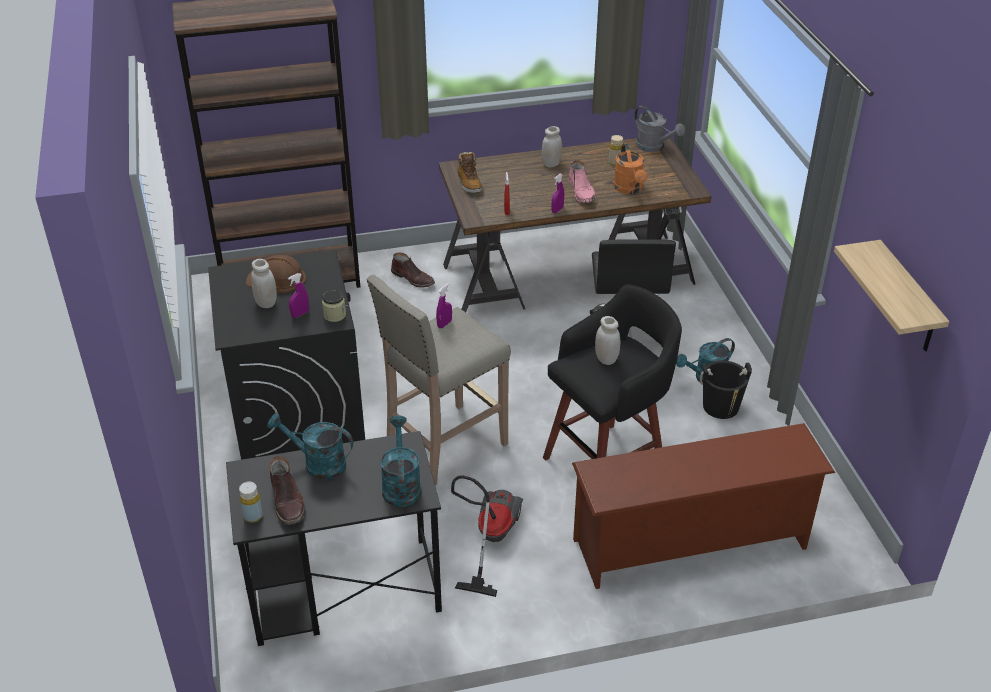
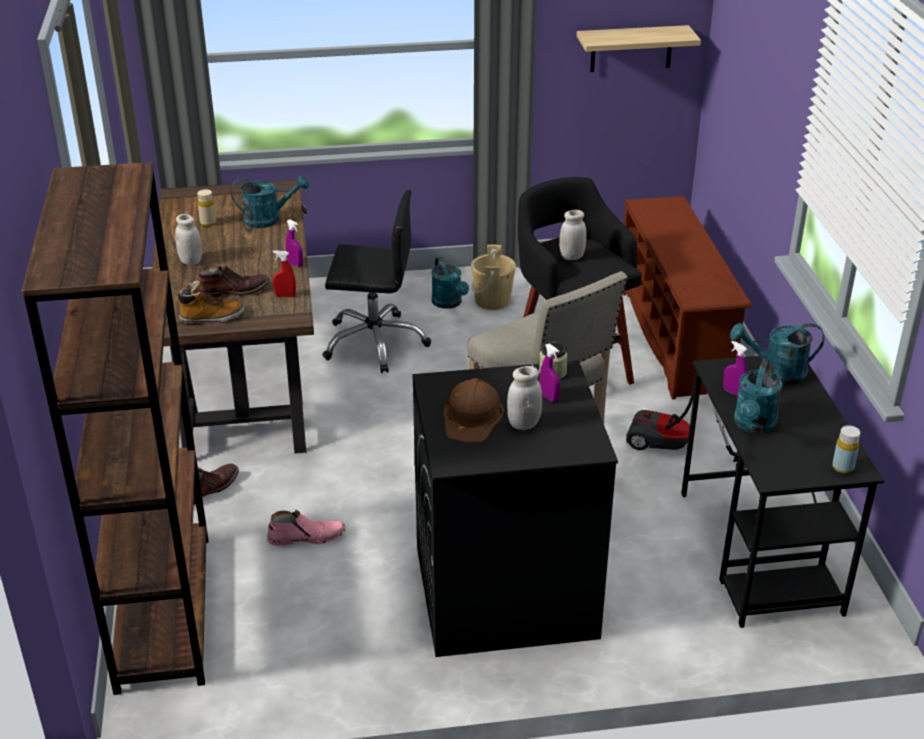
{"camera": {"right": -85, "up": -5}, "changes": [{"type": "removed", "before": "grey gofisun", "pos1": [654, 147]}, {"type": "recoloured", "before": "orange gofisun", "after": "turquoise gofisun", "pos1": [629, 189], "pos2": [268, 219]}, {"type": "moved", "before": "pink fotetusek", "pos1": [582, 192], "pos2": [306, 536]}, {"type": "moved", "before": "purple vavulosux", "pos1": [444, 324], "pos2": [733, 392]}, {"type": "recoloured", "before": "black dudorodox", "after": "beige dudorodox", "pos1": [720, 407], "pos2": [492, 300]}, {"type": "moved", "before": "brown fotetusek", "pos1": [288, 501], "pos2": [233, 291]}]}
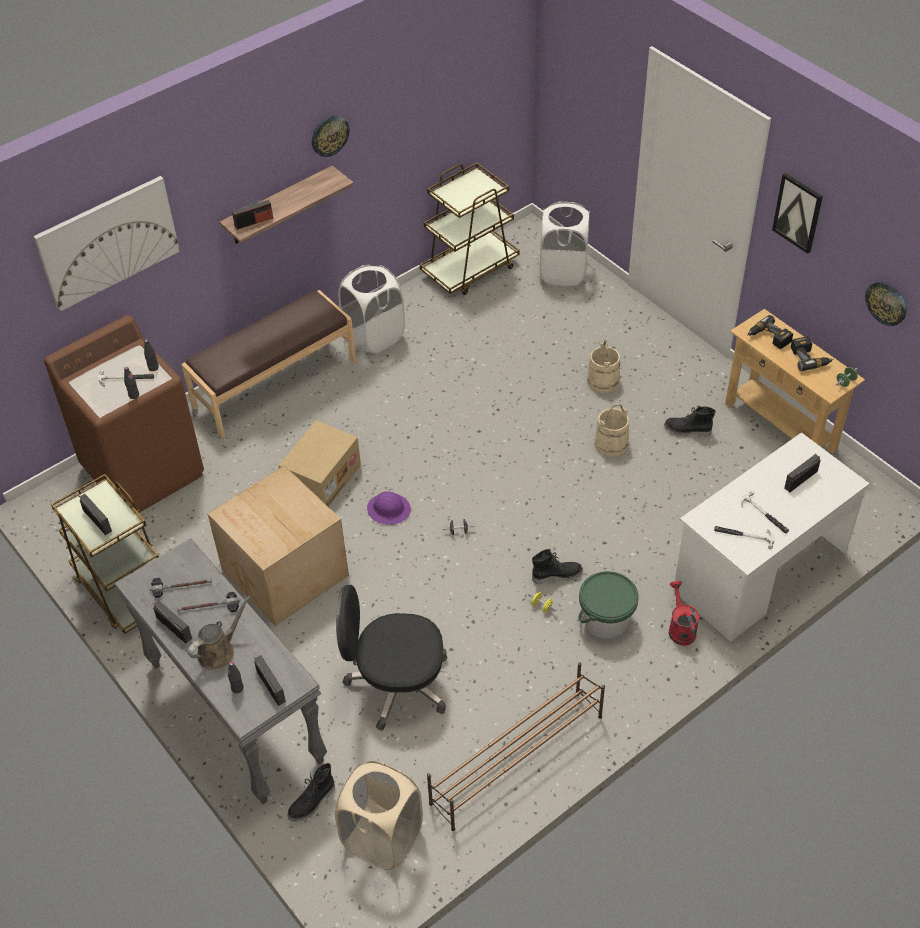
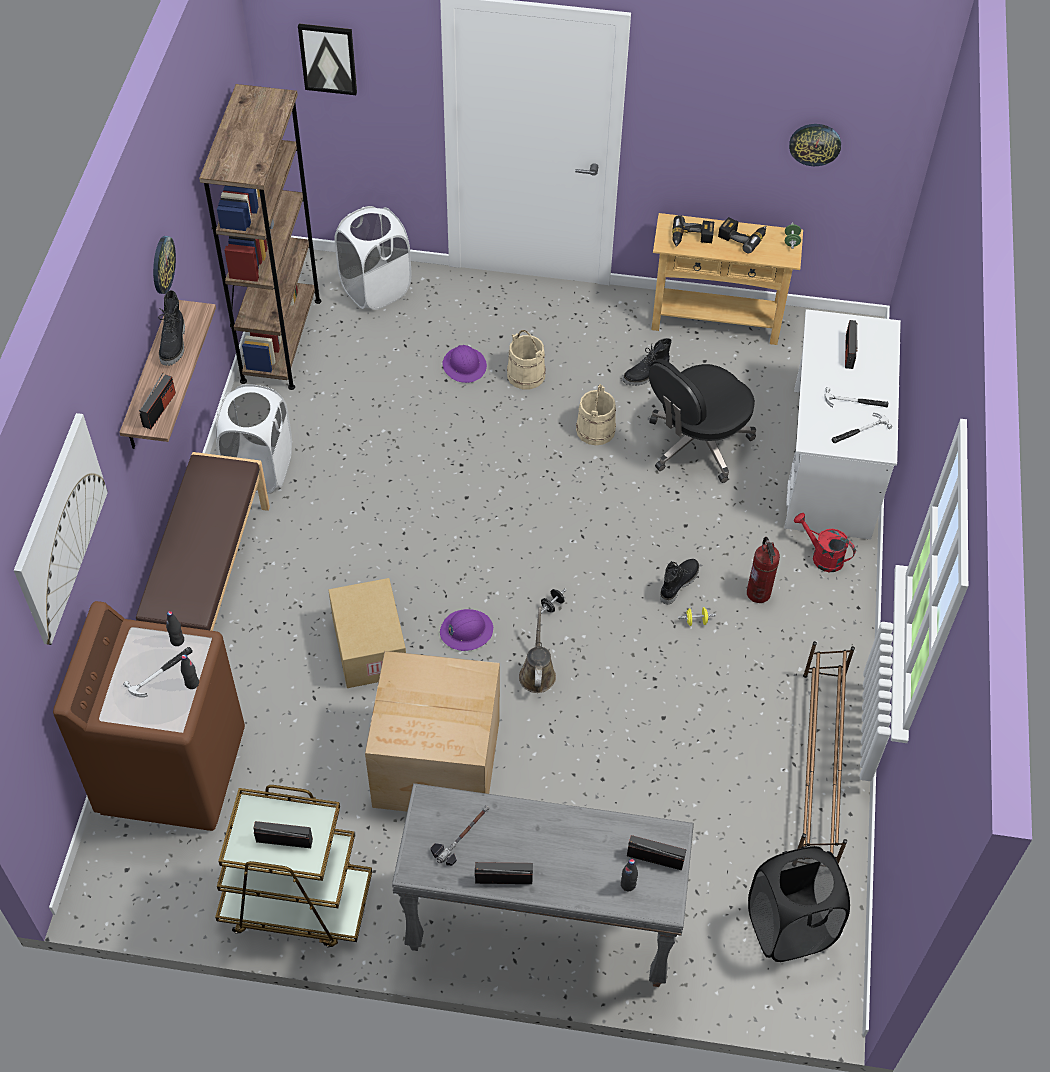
{"camera": {"right": -45, "up": 5}, "changes": [{"type": "replaced", "before": "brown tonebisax", "after": "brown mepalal", "pos1": [470, 269], "pos2": [281, 340]}, {"type": "moved", "before": "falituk", "pos1": [798, 212], "pos2": [328, 58]}, {"type": "replaced", "before": "green dudorodox", "after": "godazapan", "pos1": [606, 620], "pos2": [759, 593]}, {"type": "moved", "before": "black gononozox", "pos1": [396, 684], "pos2": [696, 444]}, {"type": "removed", "before": "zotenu", "pos1": [209, 607]}, {"type": "moved", "before": "brown gofisun", "pos1": [219, 651], "pos2": [537, 673]}, {"type": "recoloured", "before": "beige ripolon", "after": "black ripolon", "pos1": [382, 839], "pos2": [789, 927]}, {"type": "moved", "before": "black fotetusek", "pos1": [312, 803], "pos2": [174, 344]}, {"type": "added", "after": "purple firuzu", "pos2": [464, 365]}]}
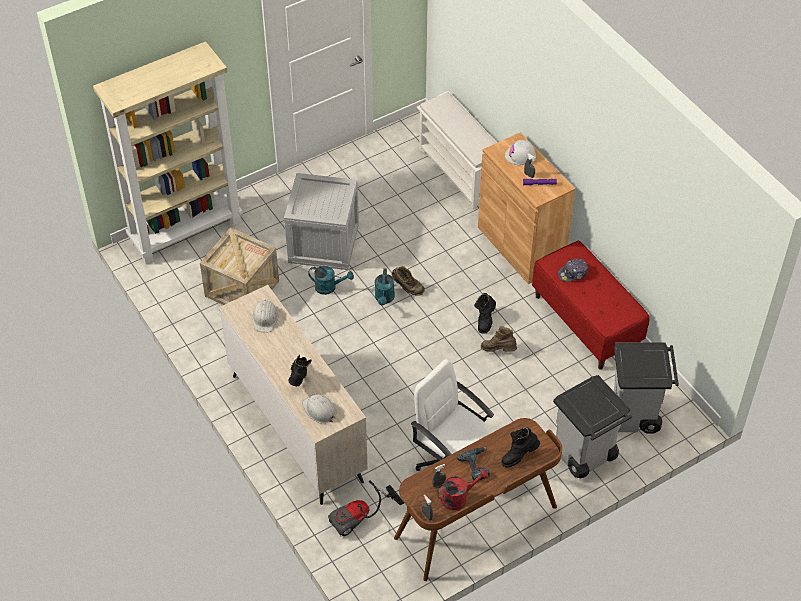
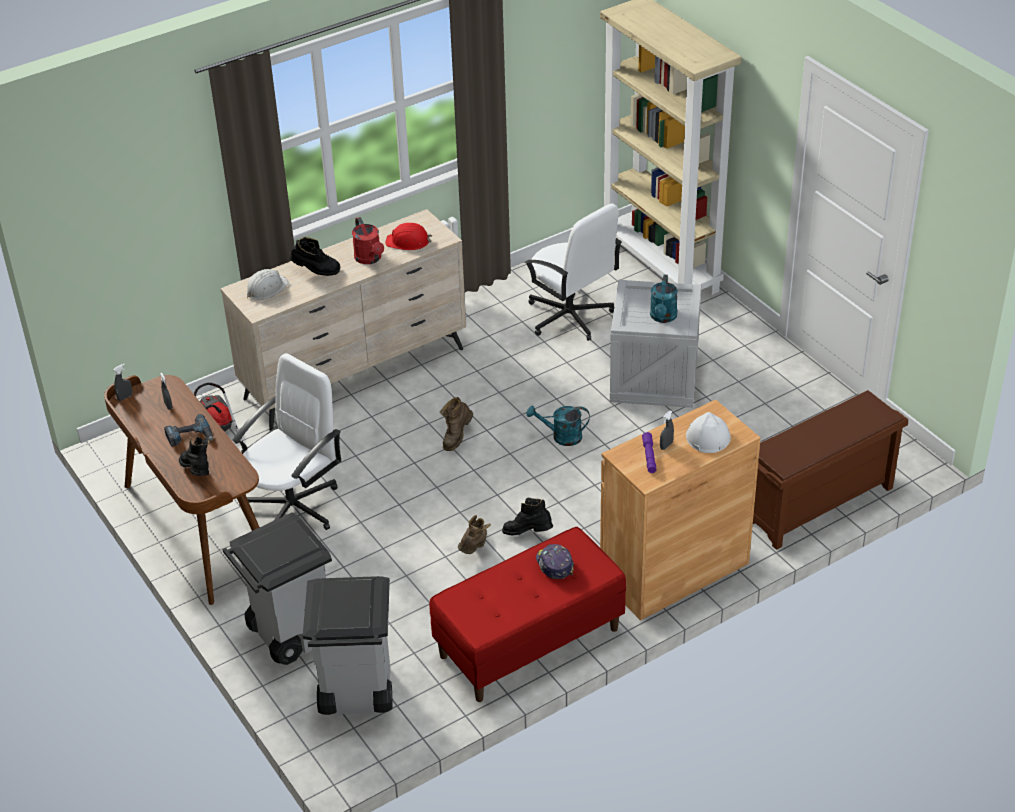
{"camera": {"right": 90, "up": -10}, "changes": [{"type": "recoloured", "before": "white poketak", "after": "brown poketak", "pos1": [460, 172], "pos2": [817, 505]}, {"type": "replaced", "before": "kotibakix", "after": "white gononozox", "pos1": [242, 288], "pos2": [570, 317]}, {"type": "moved", "before": "turquoise gofisun", "pos1": [329, 287], "pos2": [663, 318]}, {"type": "moved", "before": "brown fotetusek", "pos1": [407, 288], "pos2": [456, 437]}, {"type": "recoloured", "before": "white firuzu", "after": "red firuzu", "pos1": [265, 318], "pos2": [408, 242]}, {"type": "moved", "before": "red gofisun", "pos1": [458, 497], "pos2": [370, 259]}]}
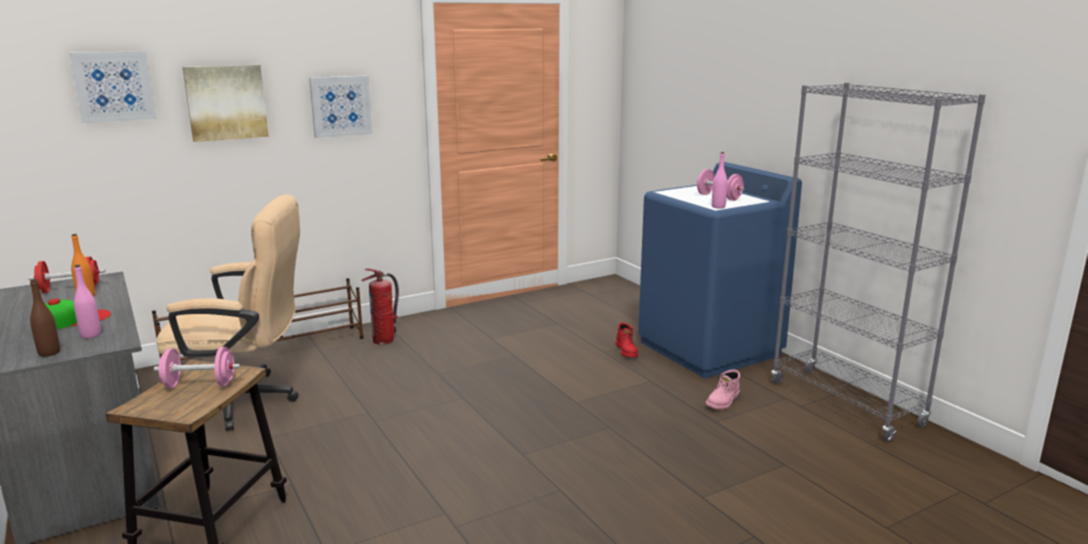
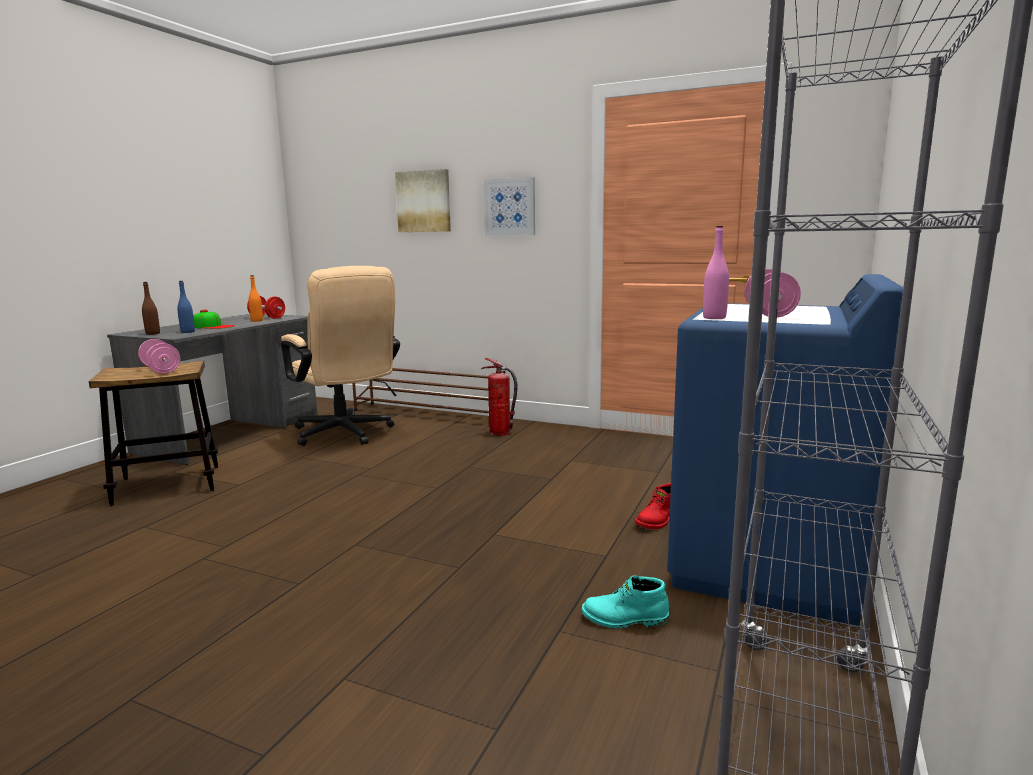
{"camera": {"right": 55, "up": -5}, "changes": [{"type": "removed", "before": "falituk", "pos1": [114, 86]}, {"type": "recoloured", "before": "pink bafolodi", "after": "blue bafolodi", "pos1": [91, 335], "pos2": [188, 332]}, {"type": "recoloured", "before": "pink fotetusek", "after": "turquoise fotetusek", "pos1": [723, 401], "pos2": [624, 620]}]}
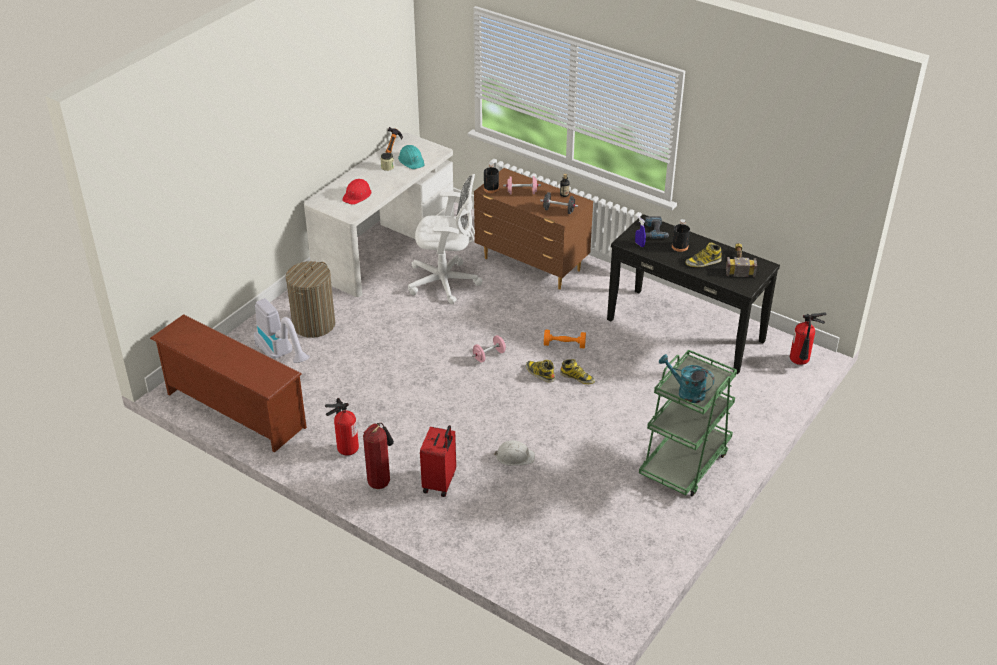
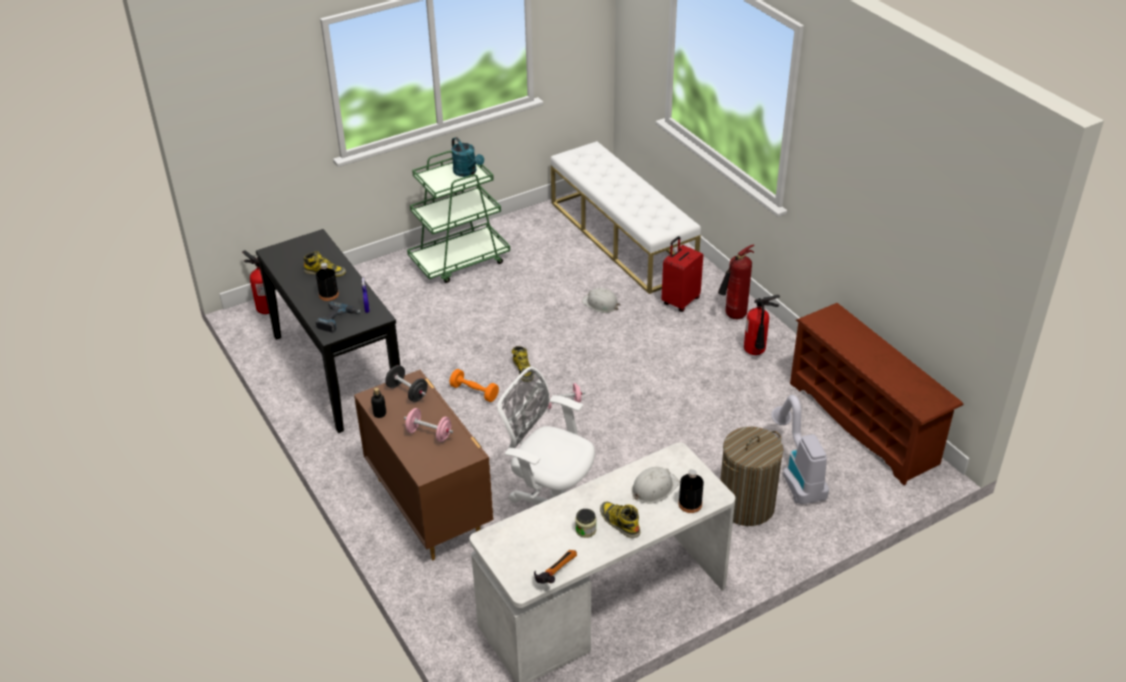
{"camera": {"right": -155, "up": 0}, "changes": [{"type": "removed", "before": "turquoise firuzu", "pos1": [411, 160]}, {"type": "moved", "before": "black bafolodi", "pos1": [491, 188], "pos2": [690, 504]}, {"type": "recoloured", "before": "red firuzu", "after": "white firuzu", "pos1": [357, 195], "pos2": [654, 488]}, {"type": "removed", "before": "zotenu", "pos1": [739, 262]}, {"type": "moved", "before": "fotetusek", "pos1": [577, 377], "pos2": [619, 522]}, {"type": "added", "after": "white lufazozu", "pos2": [622, 238]}]}
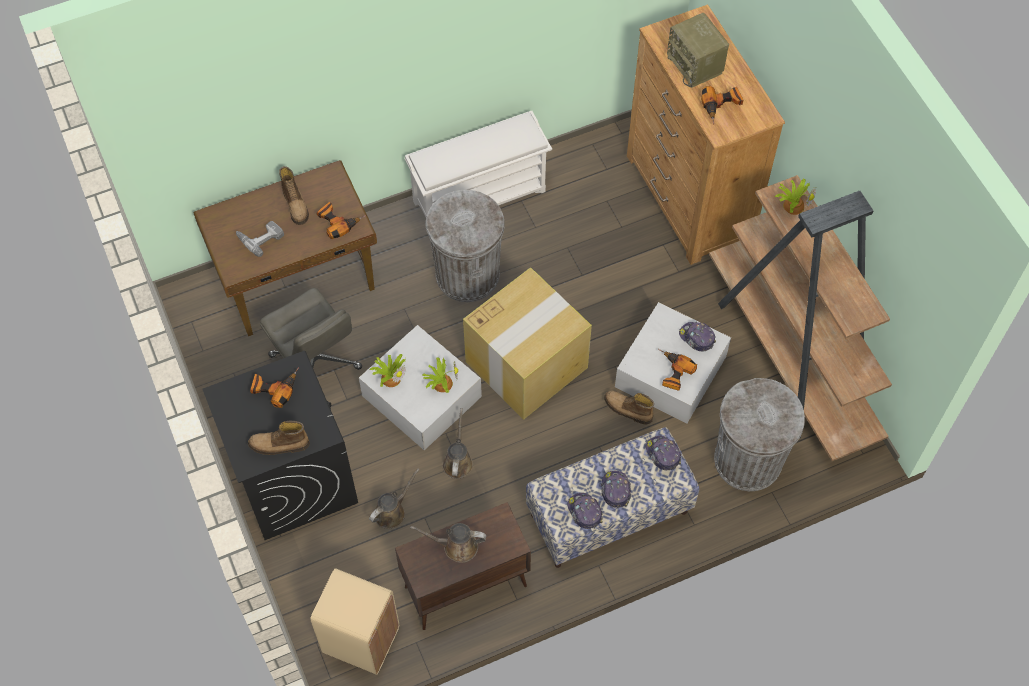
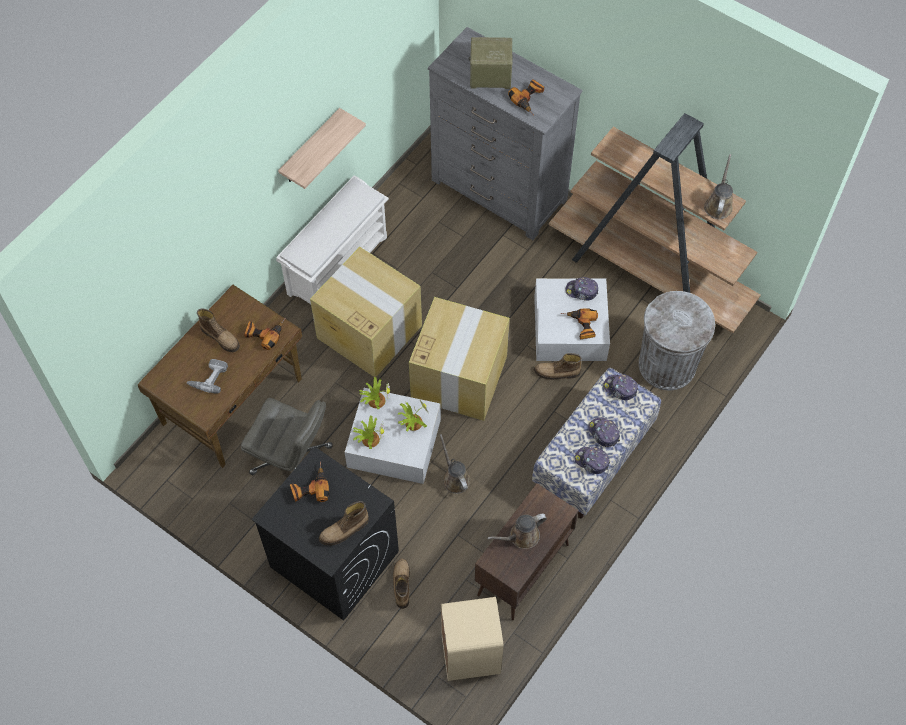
{"camera": {"right": -30, "up": 0}, "changes": [{"type": "recoloured", "before": "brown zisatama", "after": "grey zisatama", "pos1": [688, 198], "pos2": [499, 190]}, {"type": "turned", "before": "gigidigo", "pos1": [696, 65], "pos2": [489, 77], "turn": 150}, {"type": "moved", "before": "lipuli", "pos1": [793, 204], "pos2": [375, 400]}, {"type": "replaced", "before": "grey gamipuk", "after": "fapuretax", "pos1": [468, 274], "pos2": [368, 331]}, {"type": "moved", "before": "brown gofisun", "pos1": [392, 511], "pos2": [718, 205]}, {"type": "added", "after": "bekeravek", "pos2": [310, 148]}, {"type": "added", "after": "fotetusek", "pos2": [401, 584]}]}
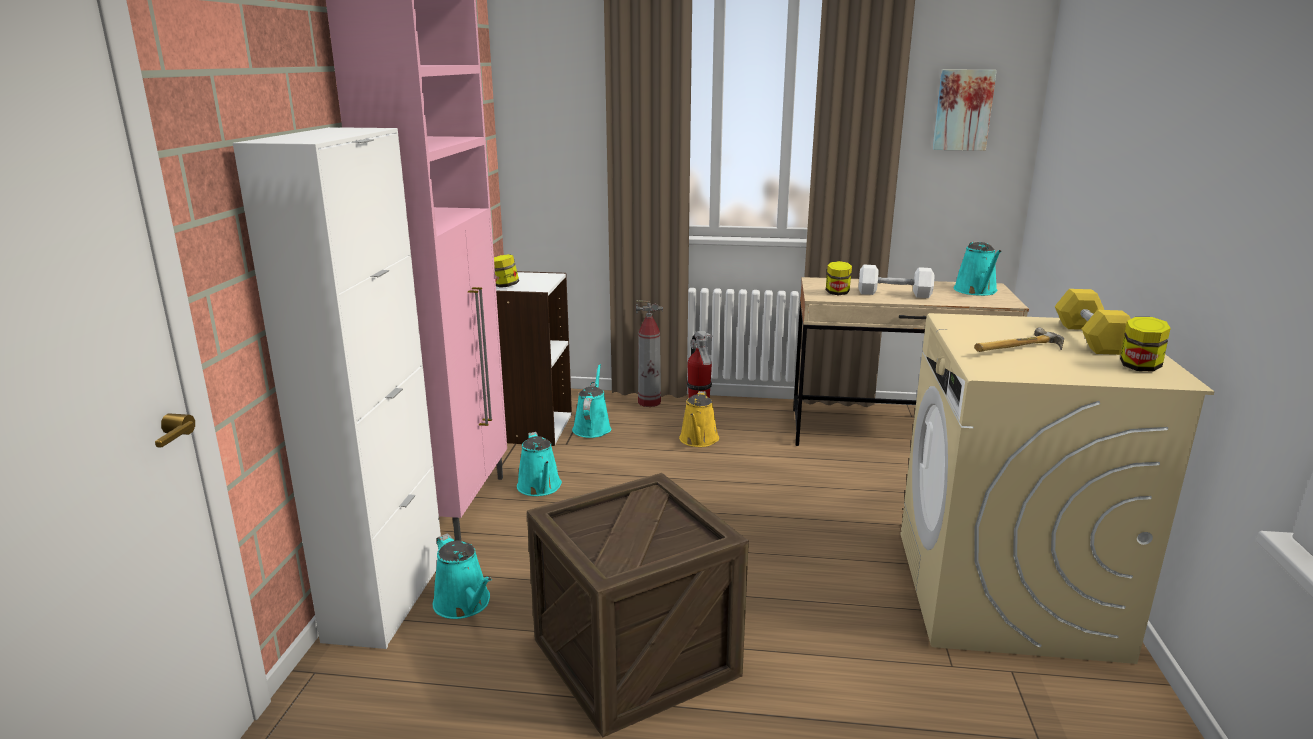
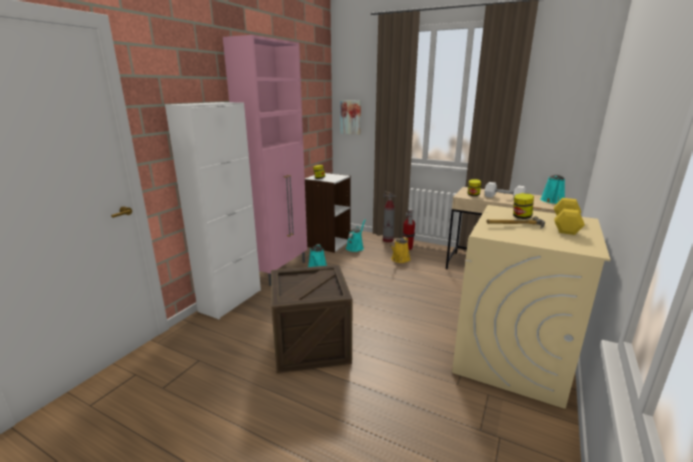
{"camera": {"right": 20, "up": 0}, "changes": [{"type": "moved", "before": "falituk", "pos1": [963, 110], "pos2": [351, 117]}, {"type": "moved", "before": "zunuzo", "pos1": [1139, 367], "pos2": [521, 217]}, {"type": "removed", "before": "turquoise gofisun", "pos1": [464, 604]}]}
